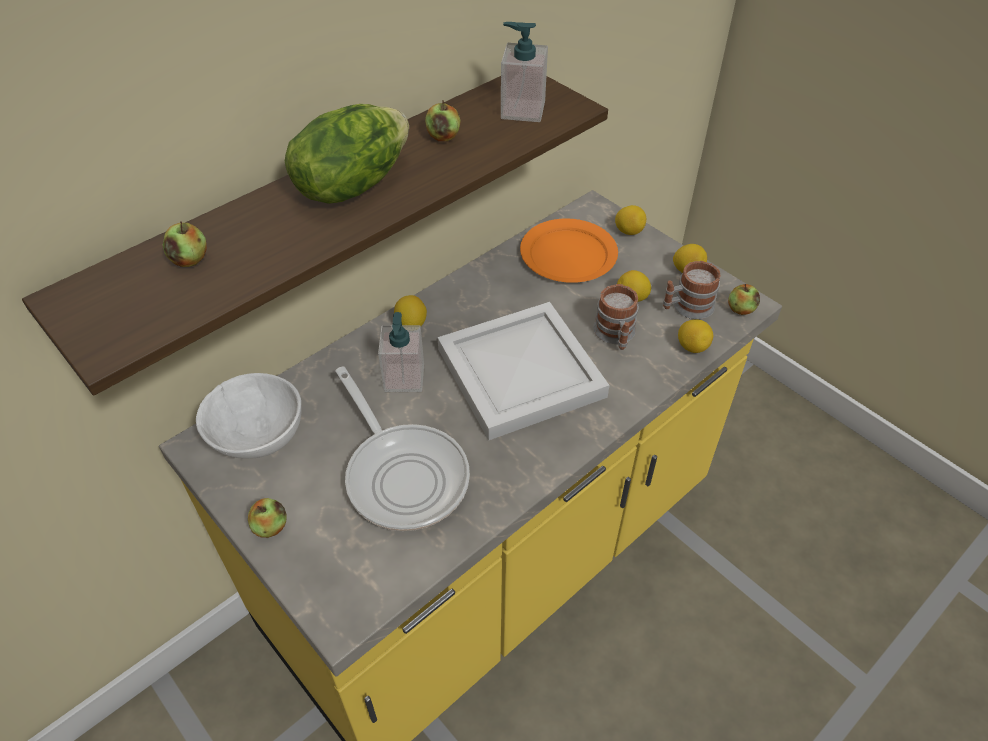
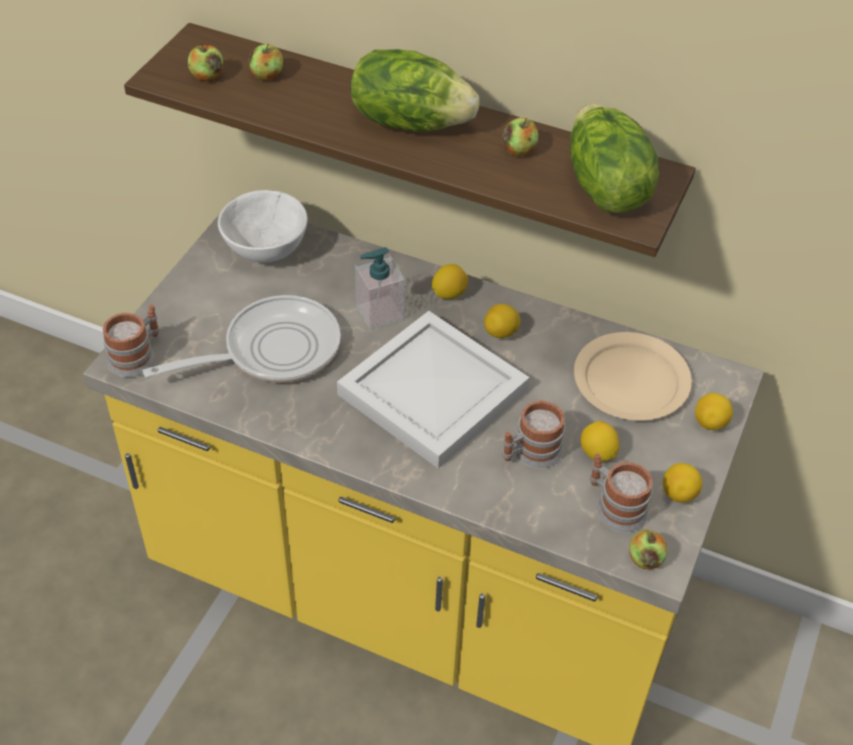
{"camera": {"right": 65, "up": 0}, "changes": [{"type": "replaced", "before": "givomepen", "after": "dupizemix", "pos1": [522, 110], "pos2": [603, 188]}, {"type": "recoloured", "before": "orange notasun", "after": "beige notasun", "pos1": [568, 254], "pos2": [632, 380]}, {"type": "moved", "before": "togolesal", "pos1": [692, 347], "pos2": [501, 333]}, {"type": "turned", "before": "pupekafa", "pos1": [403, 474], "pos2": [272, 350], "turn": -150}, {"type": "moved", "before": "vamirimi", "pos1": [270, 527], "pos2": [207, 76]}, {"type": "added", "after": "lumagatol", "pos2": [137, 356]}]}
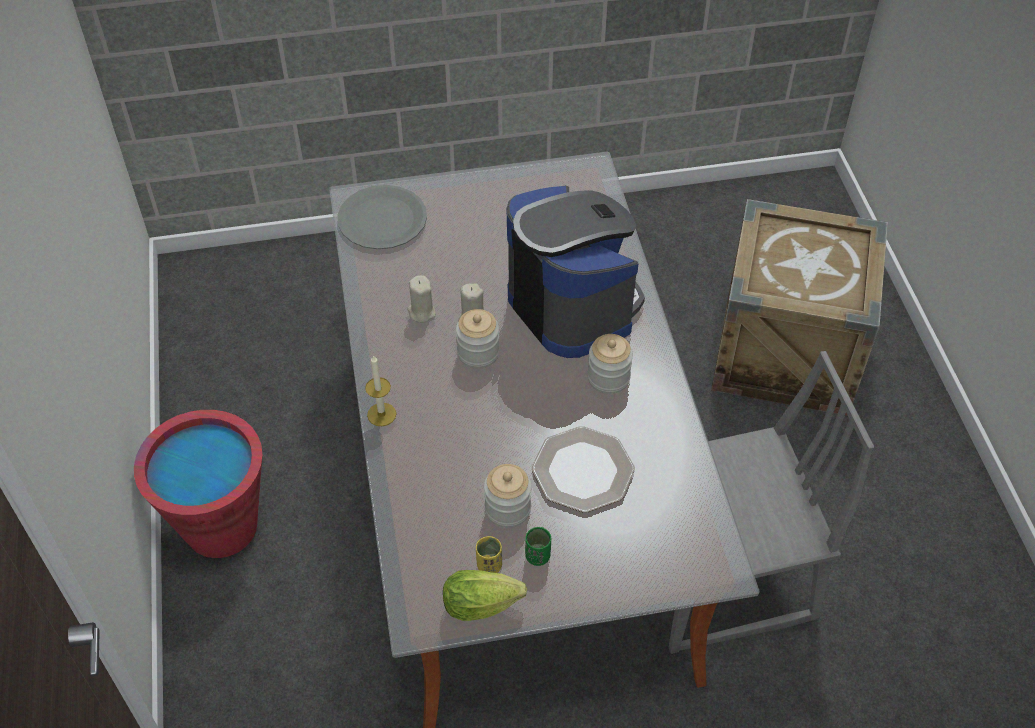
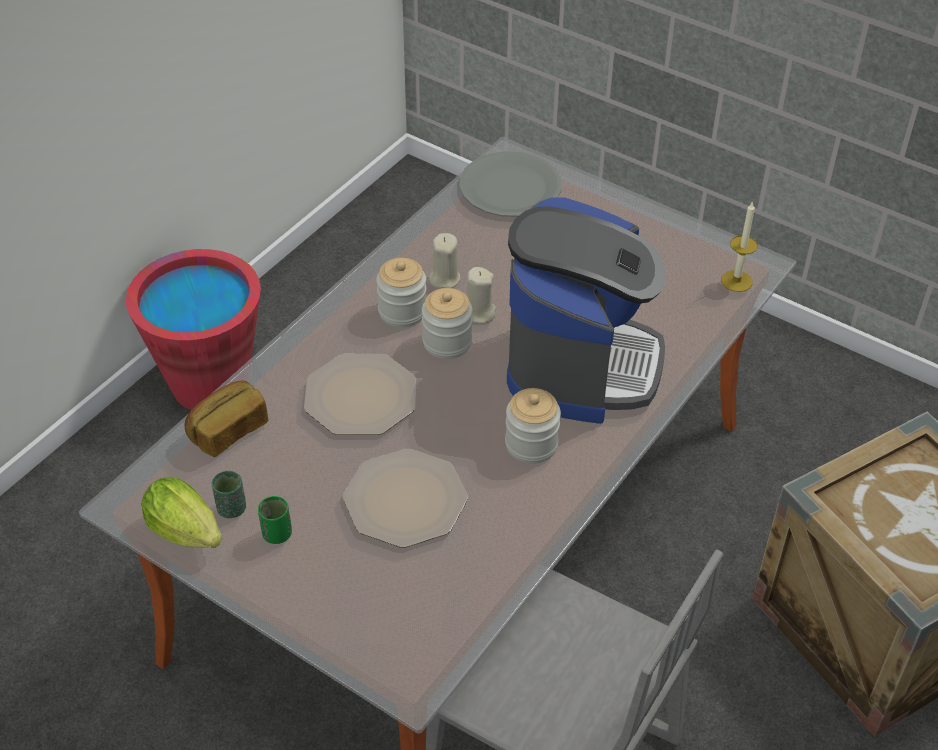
{"camera": {"right": 45, "up": -5}, "changes": [{"type": "moved", "before": "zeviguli", "pos1": [381, 414], "pos2": [736, 281]}, {"type": "moved", "before": "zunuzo", "pos1": [507, 509], "pos2": [402, 311]}, {"type": "recoloured", "before": "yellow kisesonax", "after": "green kisesonax", "pos1": [489, 565], "pos2": [231, 508]}, {"type": "added", "after": "notasun", "pos2": [361, 397]}, {"type": "added", "after": "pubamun", "pos2": [228, 430]}]}
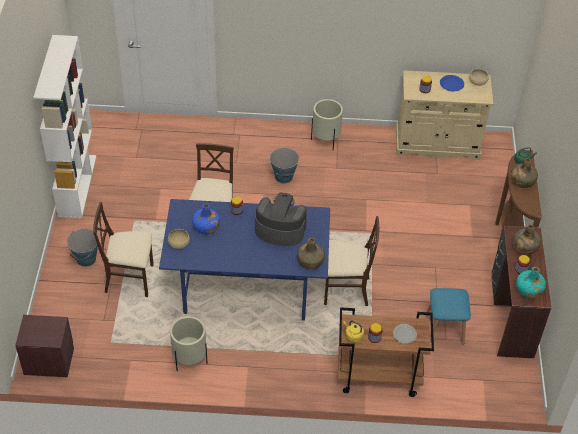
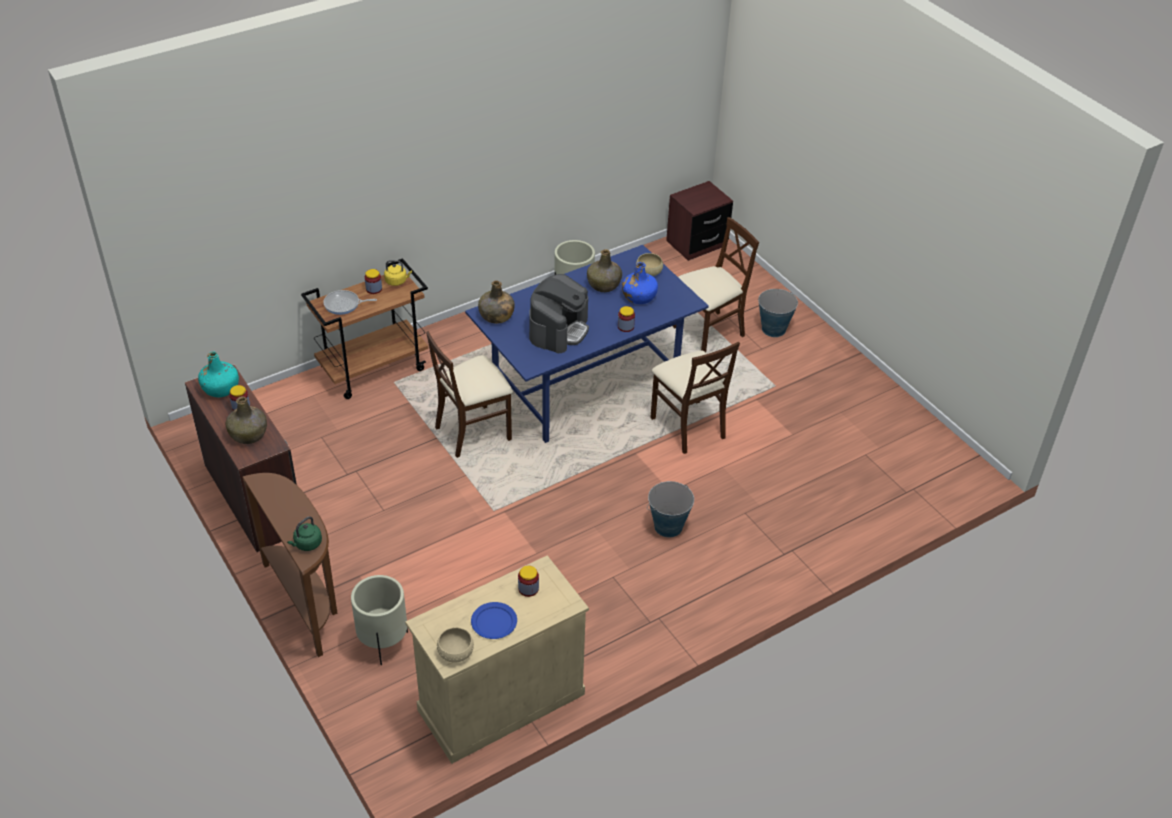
{"camera": {"right": 145, "up": -5}, "changes": [{"type": "removed", "before": "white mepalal", "pos1": [77, 185]}, {"type": "moved", "before": "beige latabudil", "pos1": [326, 140], "pos2": [383, 643]}, {"type": "moved", "before": "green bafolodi", "pos1": [522, 181], "pos2": [604, 285]}, {"type": "turned", "before": "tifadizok", "pos1": [280, 230], "pos2": [558, 330], "turn": -45}, {"type": "removed", "before": "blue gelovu", "pos1": [444, 329]}, {"type": "replaced", "before": "notasun", "after": "pupekafa", "pos1": [404, 334], "pos2": [344, 305]}]}
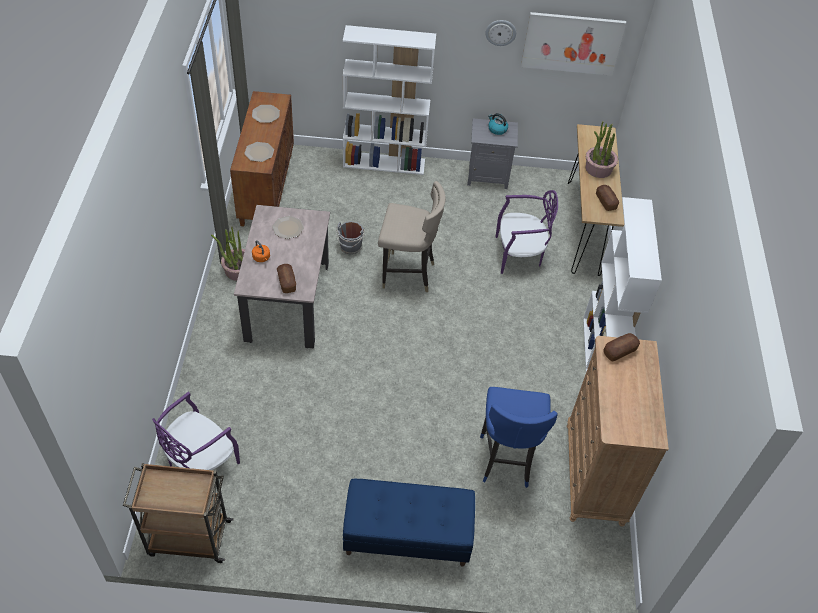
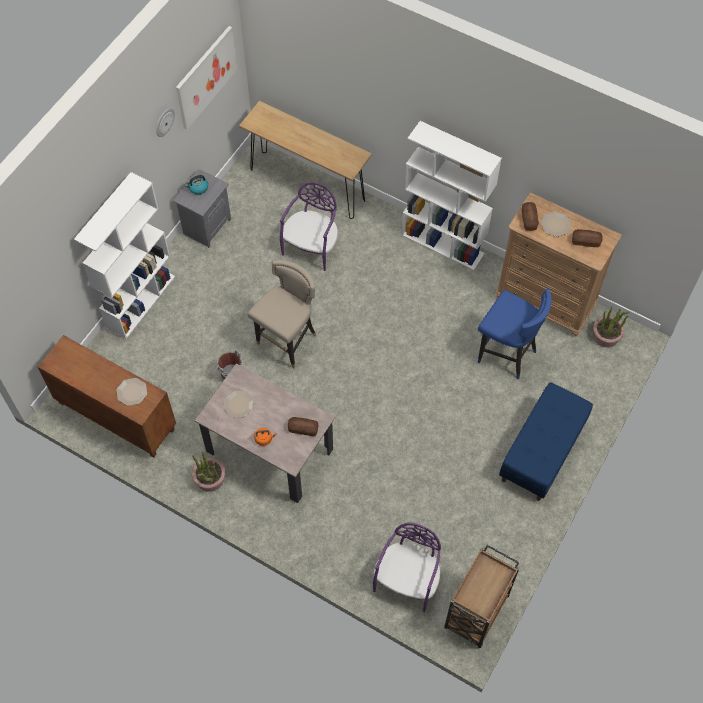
{"camera": {"right": -60, "up": 10}, "changes": [{"type": "moved", "before": "notasun", "pos1": [265, 114], "pos2": [556, 224]}, {"type": "moved", "before": "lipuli", "pos1": [598, 168], "pos2": [606, 336]}, {"type": "moved", "before": "pubamun", "pos1": [606, 201], "pos2": [586, 241]}, {"type": "turned", "before": "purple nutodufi", "pos1": [200, 461], "pos2": [407, 580], "turn": -135}]}
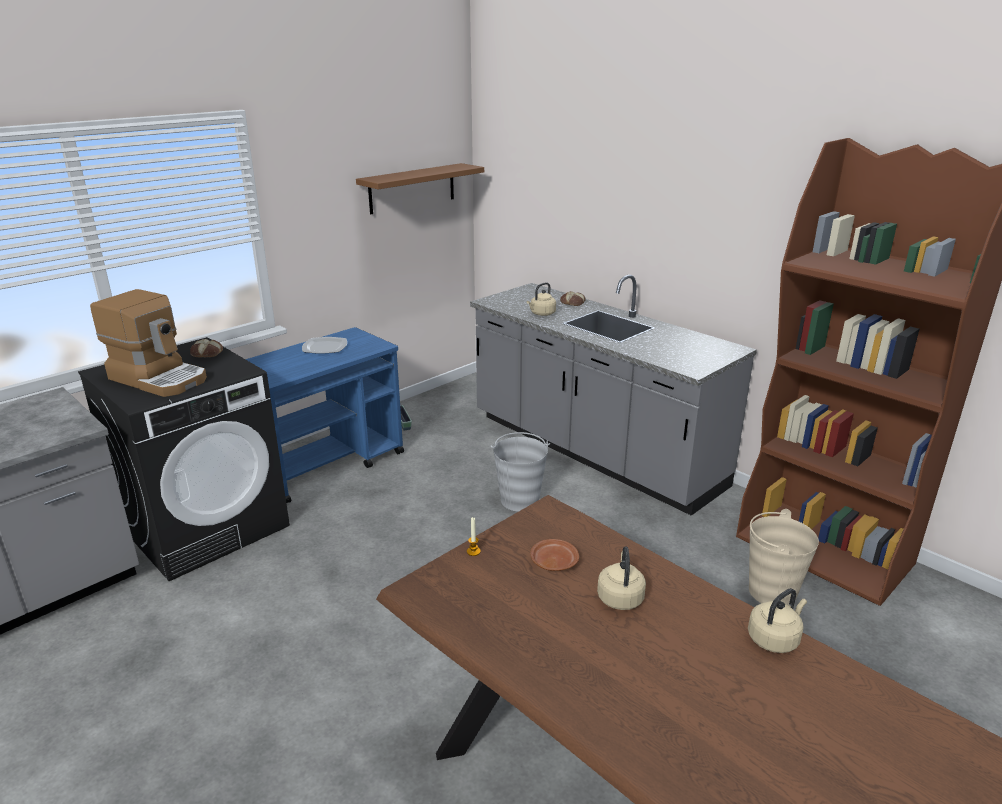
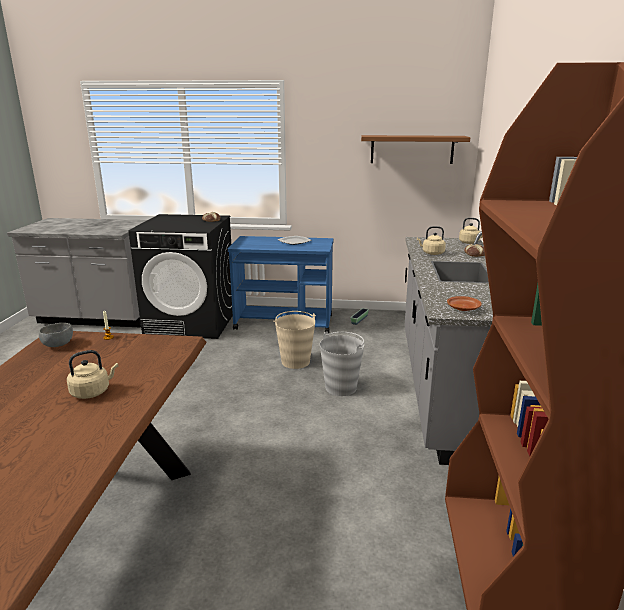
{"camera": {"right": 50, "up": -5}, "changes": [{"type": "removed", "before": "tifadizok", "pos1": [160, 378]}, {"type": "moved", "before": "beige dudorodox", "pos1": [771, 592], "pos2": [295, 361]}, {"type": "moved", "before": "brown notasun", "pos1": [553, 562], "pos2": [463, 308]}, {"type": "moved", "before": "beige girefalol", "pos1": [774, 639], "pos2": [470, 242]}, {"type": "added", "after": "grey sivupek", "pos2": [58, 345]}]}
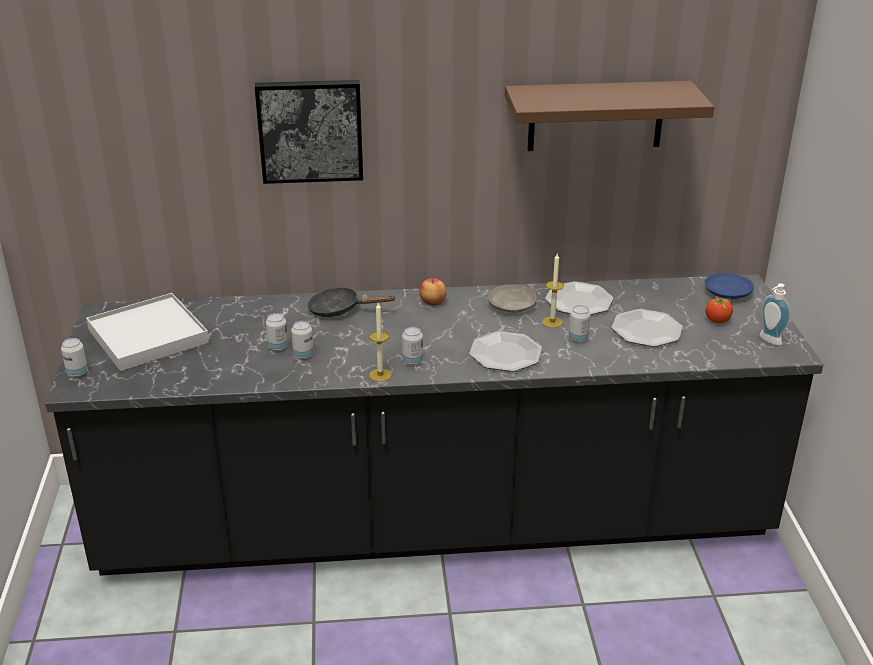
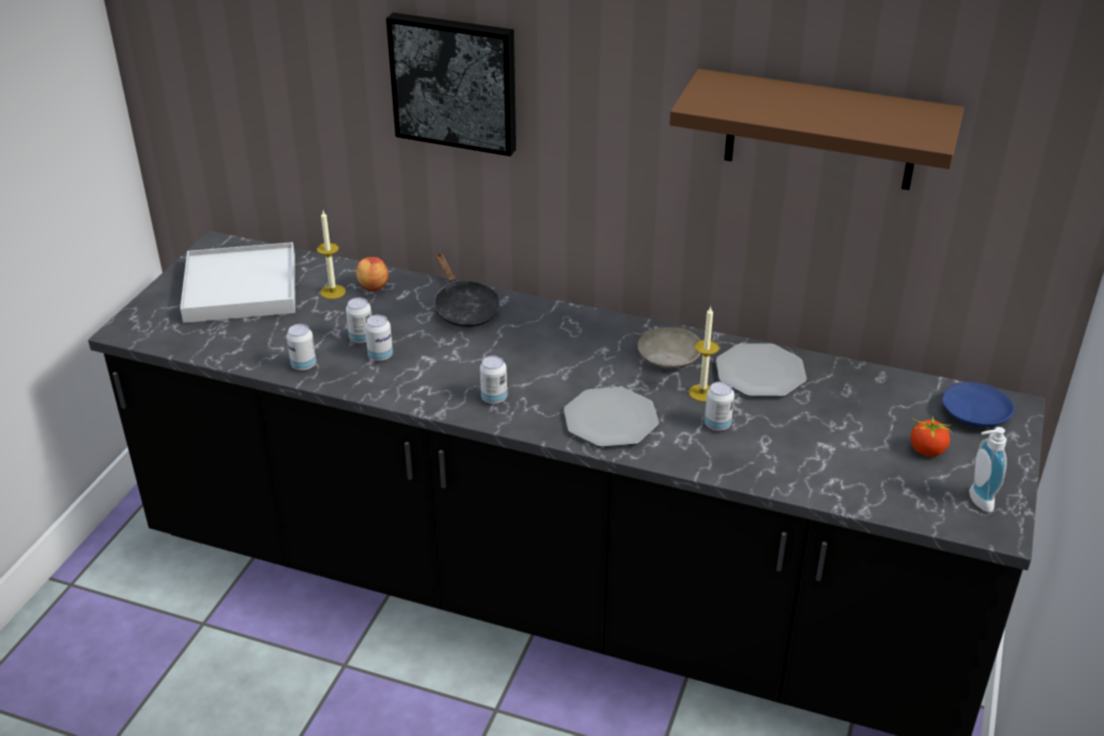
{"camera": {"right": 25, "up": 5}, "changes": [{"type": "moved", "before": "vamirimi", "pos1": [432, 302], "pos2": [372, 286]}, {"type": "turned", "before": "black pupekafa", "pos1": [339, 310], "pos2": [464, 309], "turn": -150}, {"type": "moved", "before": "zeviguli", "pos1": [380, 375], "pos2": [333, 292]}, {"type": "removed", "before": "notasun", "pos1": [646, 330]}, {"type": "moved", "before": "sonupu", "pos1": [77, 373], "pos2": [303, 365]}]}
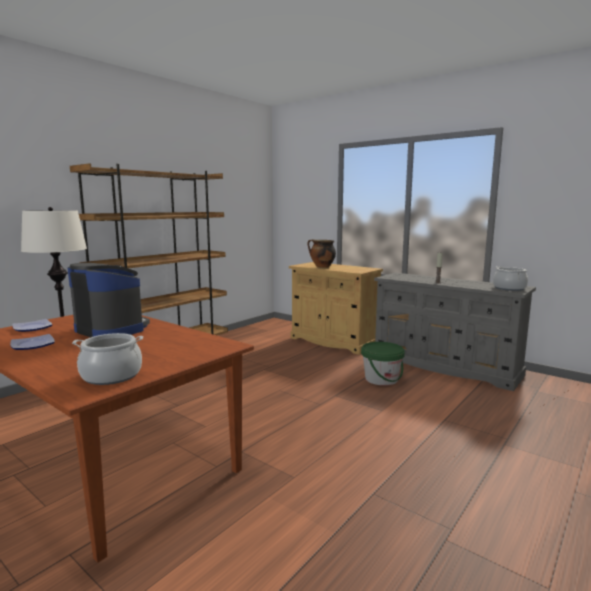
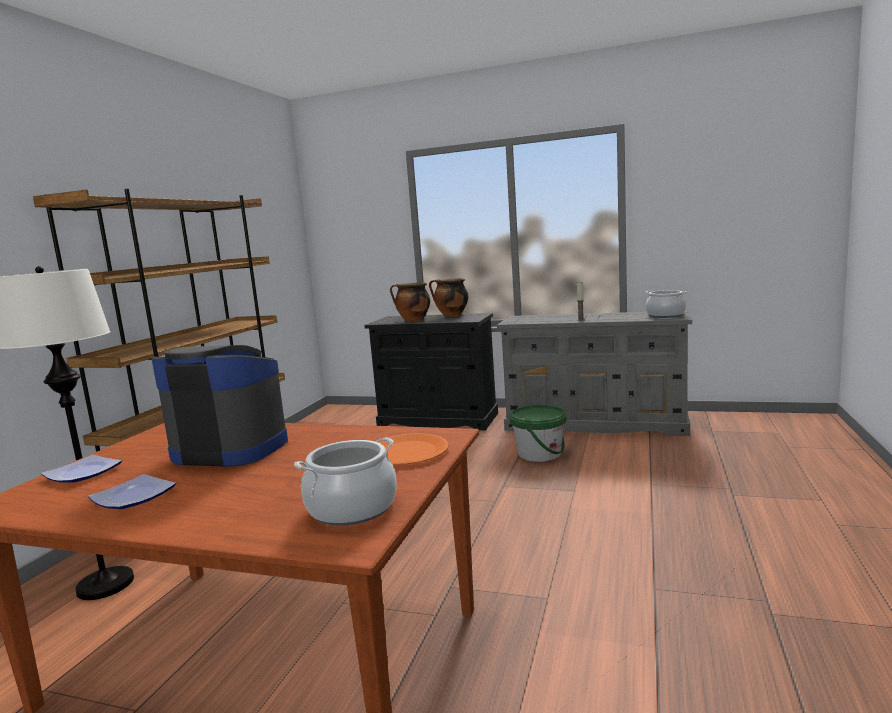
{"camera": {"right": -20, "up": 0}, "changes": [{"type": "recoloured", "before": "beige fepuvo", "after": "black fepuvo", "pos1": [333, 341], "pos2": [438, 420]}, {"type": "added", "after": "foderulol", "pos2": [451, 315]}, {"type": "added", "after": "orange notasun", "pos2": [406, 452]}]}
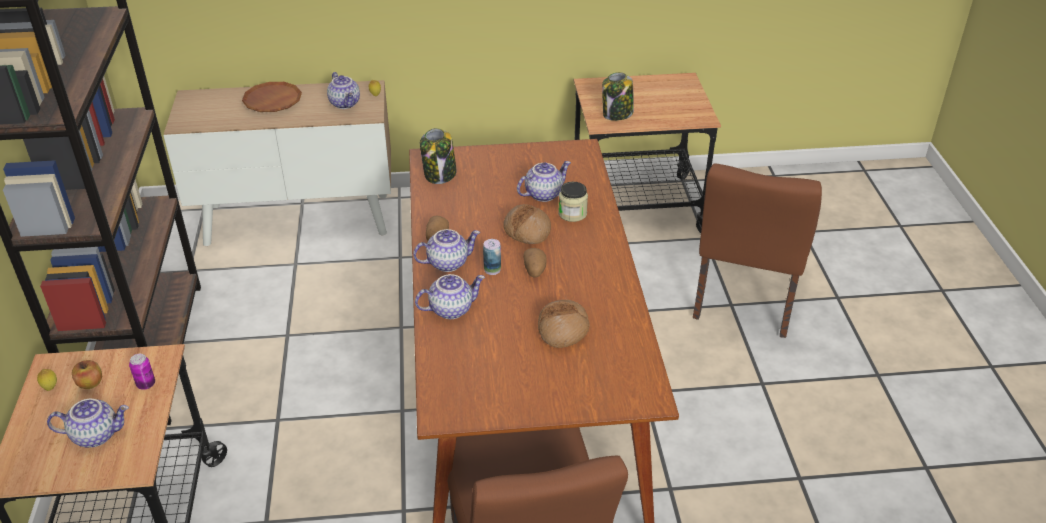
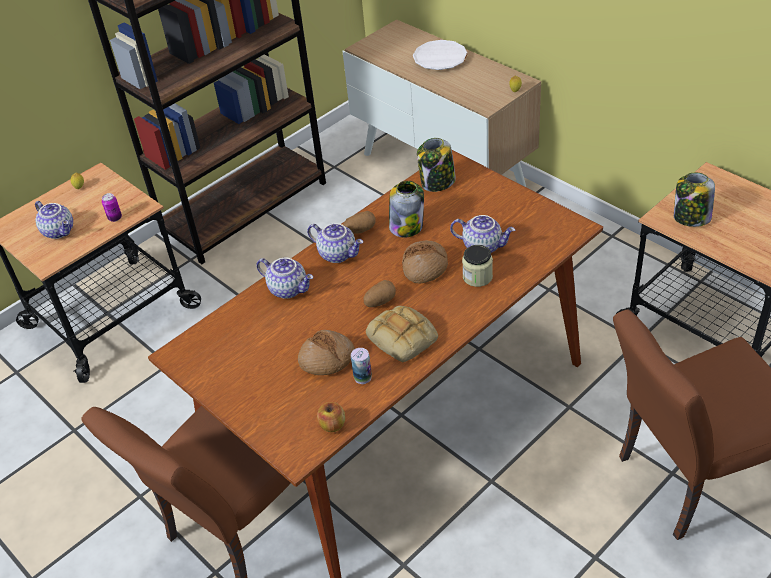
{"camera": {"right": 55, "up": 5}, "changes": [{"type": "removed", "before": "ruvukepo", "pos1": [345, 103]}, {"type": "recoloured", "before": "brown notasun", "after": "white notasun", "pos1": [272, 101], "pos2": [440, 59]}, {"type": "moved", "before": "sonupu", "pos1": [492, 270], "pos2": [362, 377]}, {"type": "moved", "before": "vamirimi", "pos1": [90, 383], "pos2": [332, 425]}, {"type": "added", "after": "zunuzo", "pos2": [406, 226]}, {"type": "added", "after": "pubamun", "pos2": [404, 337]}]}
